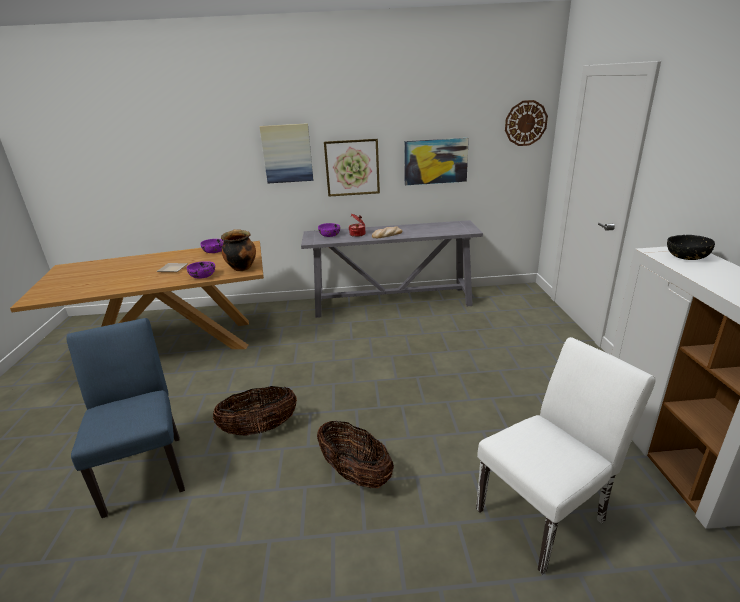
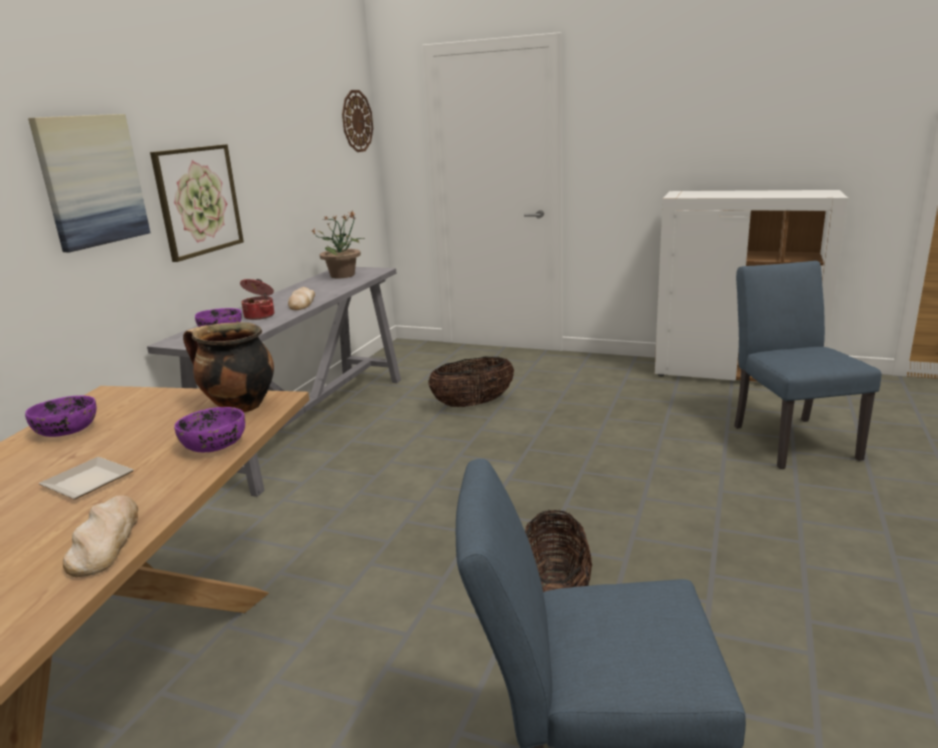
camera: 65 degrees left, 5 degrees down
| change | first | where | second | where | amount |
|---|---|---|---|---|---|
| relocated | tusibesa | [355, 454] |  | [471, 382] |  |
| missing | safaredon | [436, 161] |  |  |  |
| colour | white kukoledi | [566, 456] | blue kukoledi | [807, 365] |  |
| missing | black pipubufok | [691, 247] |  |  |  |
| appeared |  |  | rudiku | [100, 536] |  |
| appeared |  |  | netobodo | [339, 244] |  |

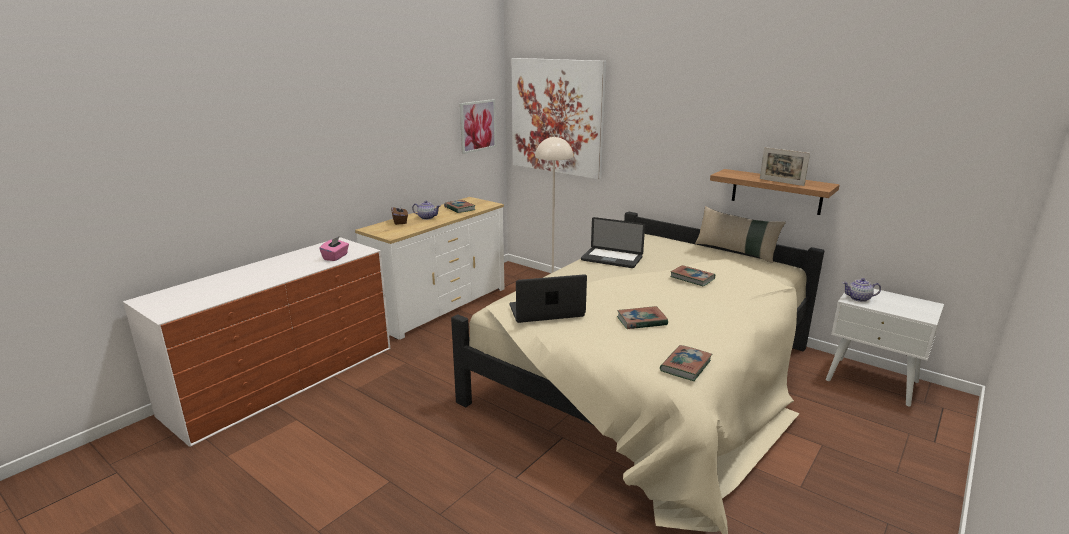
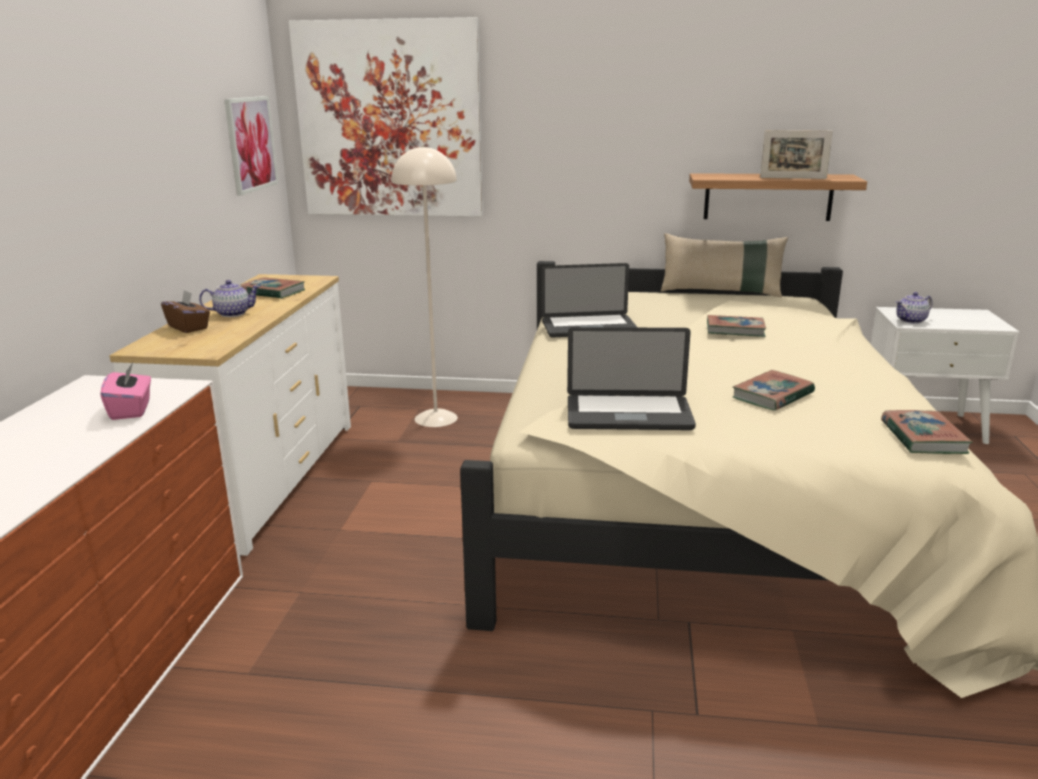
camera: 30 degrees left, 0 degrees up
| change | first | where | second | where | amount |
|---|---|---|---|---|---|
| spun | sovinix | [548, 298] |  | [631, 378] | 135 degrees counterclockwise |

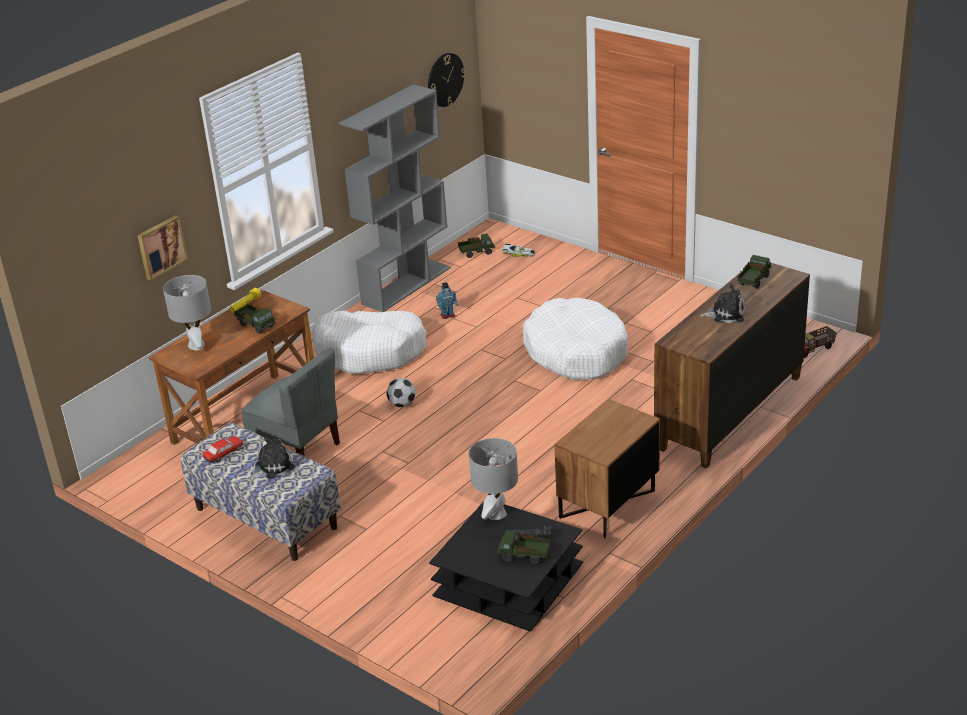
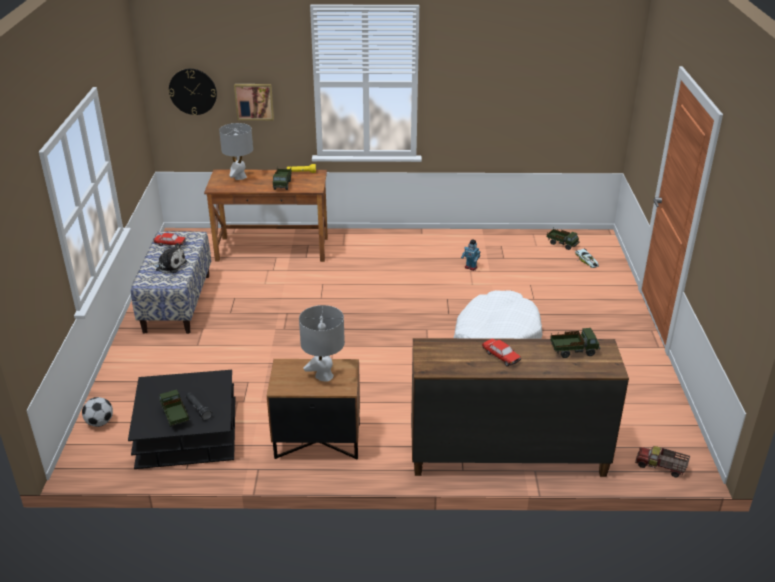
camera: 50 degrees right, 0 degrees up
| change | first | where | second | where | amount |
|---|---|---|---|---|---|
| missing | grey kukoledi | [290, 402] |  |  |  |
| missing | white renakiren | [369, 342] |  |  |  |
| missing | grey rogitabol | [395, 198] |  |  |  |
| relocated | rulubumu | [401, 392] |  | [97, 412] |  |
| relocated | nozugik | [446, 80] |  | [193, 92] |  |
| relocated | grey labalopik | [493, 479] |  | [322, 343] |  |
| exchanged | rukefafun | [722, 304] | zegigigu | [501, 353] |  |

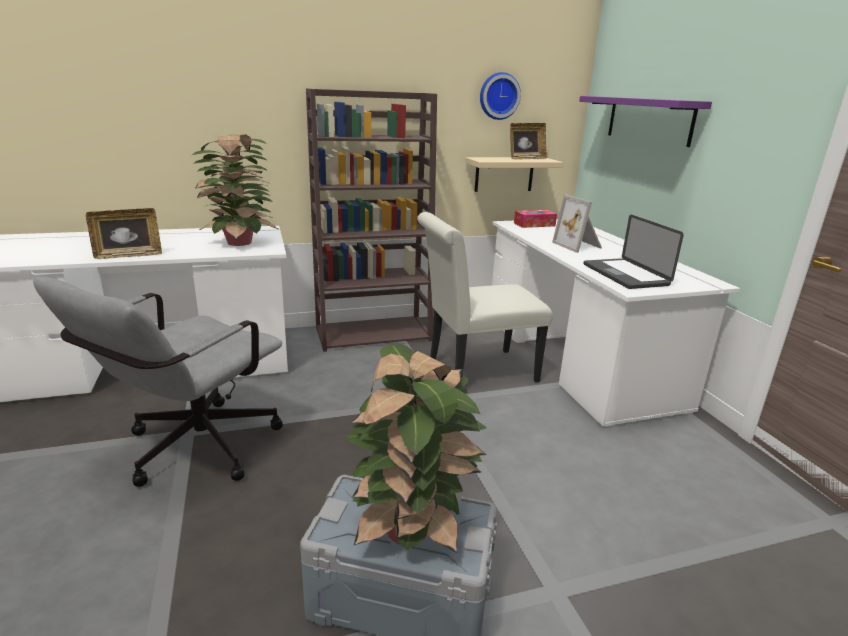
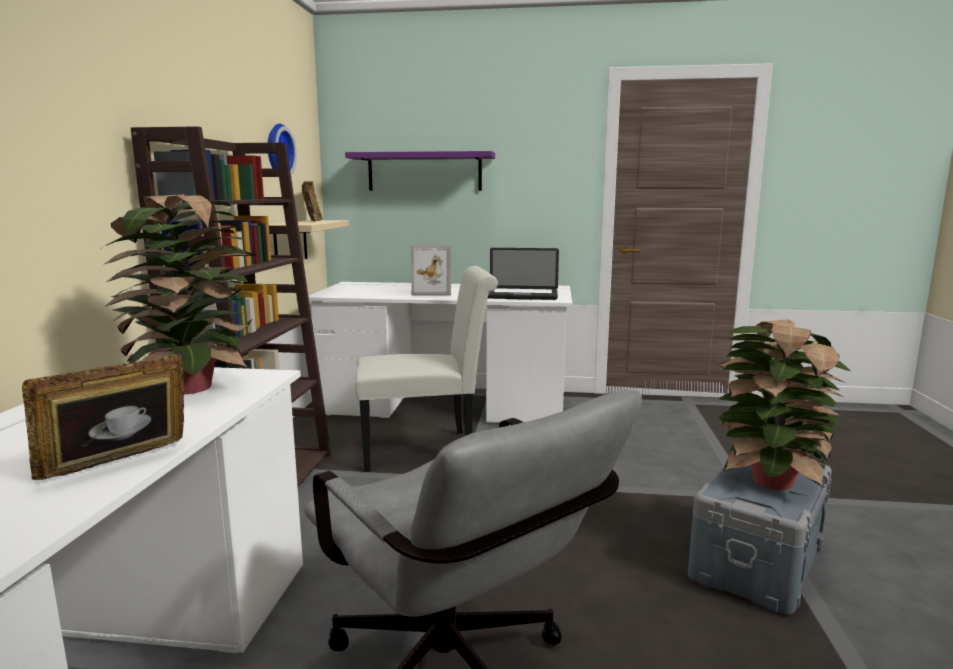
camera: 65 degrees left, 10 degrees down
| change | first | where | second | where | amount |
|---|---|---|---|---|---|
| spun | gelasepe | [124, 233] |  | [103, 417] | 135 degrees counterclockwise |
| spun | white kukoledi | [485, 297] |  | [426, 369] | 105 degrees counterclockwise |
| missing | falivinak | [535, 219] |  |  |  |

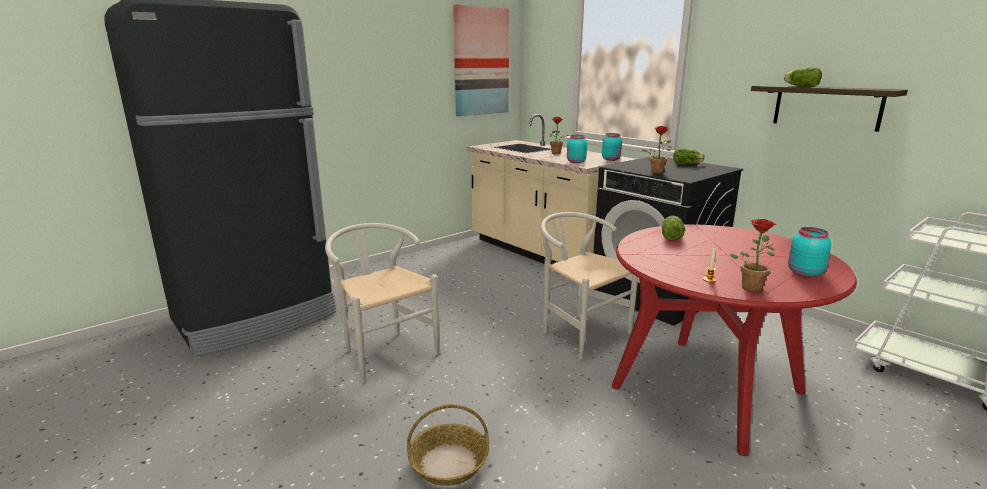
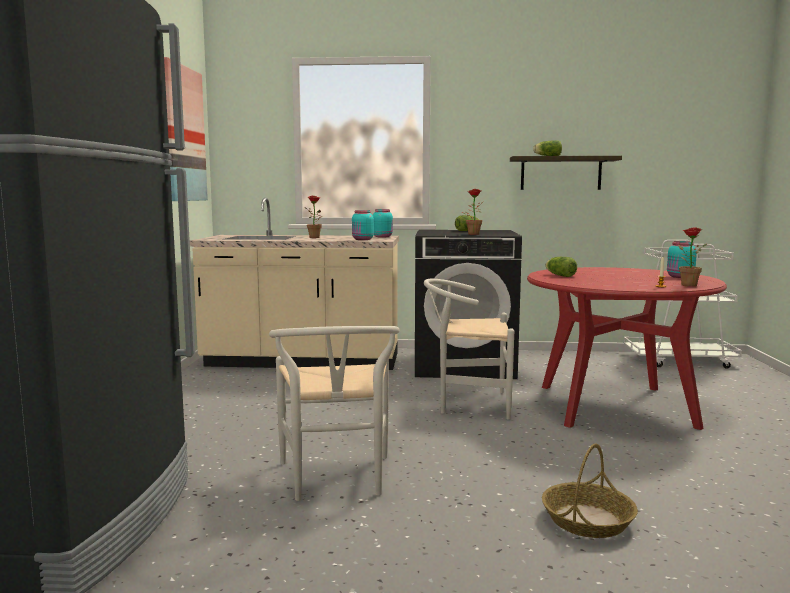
camera: 45 degrees left, 10 degrees down
| change | first | where | second | where | amount |
|---|---|---|---|---|---|
| spun | white kukoledi | [382, 303] |  | [334, 413] | 105 degrees counterclockwise |

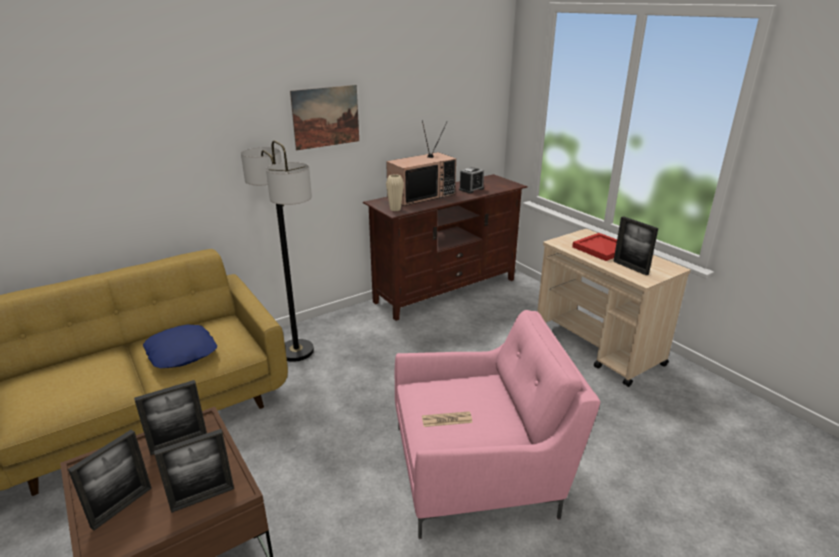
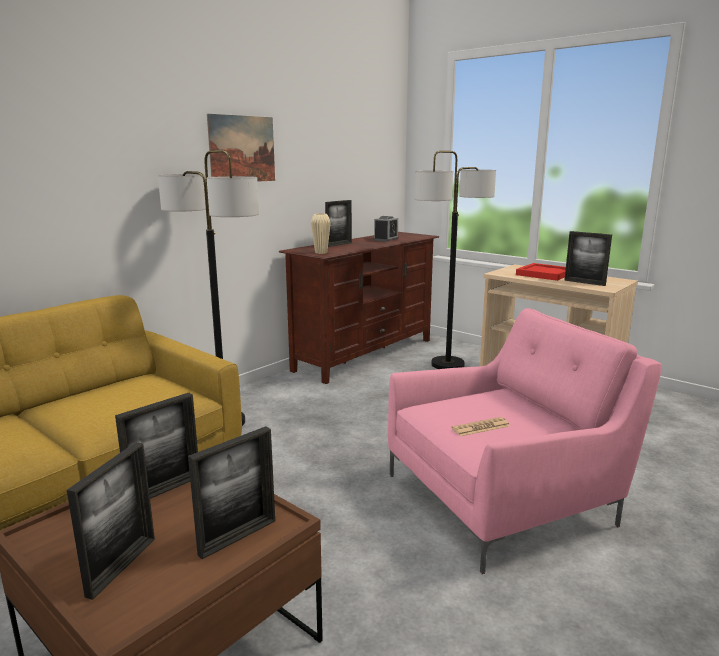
camera: 15 degrees left, 10 degrees down
| change | first | where | second | where | amount |
|---|---|---|---|---|---|
| missing | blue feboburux | [180, 346] |  |  |  |
| exchanged | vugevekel | [421, 163] | gelasepe | [338, 223] |  |
| appeared |  |  | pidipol | [455, 260] |  |

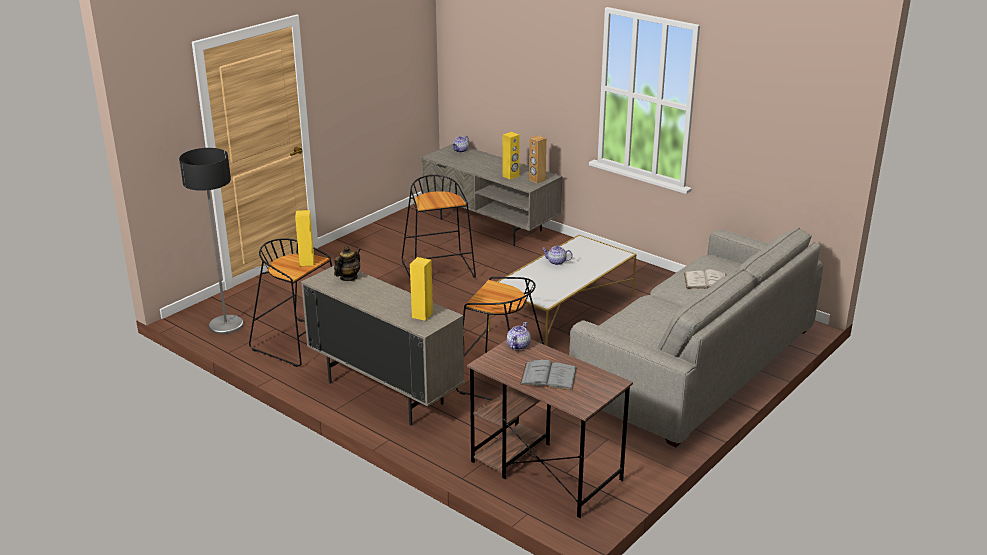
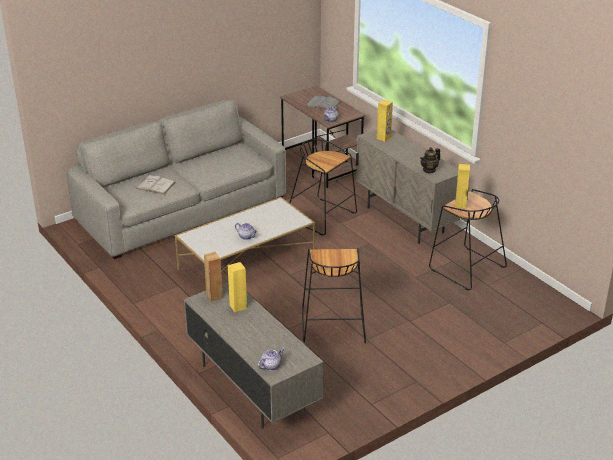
camera: 165 degrees left, 5 degrees up
| change | first | where | second | where | amount |
|---|---|---|---|---|---|
| missing | pidipol | [211, 241] |  |  |  |

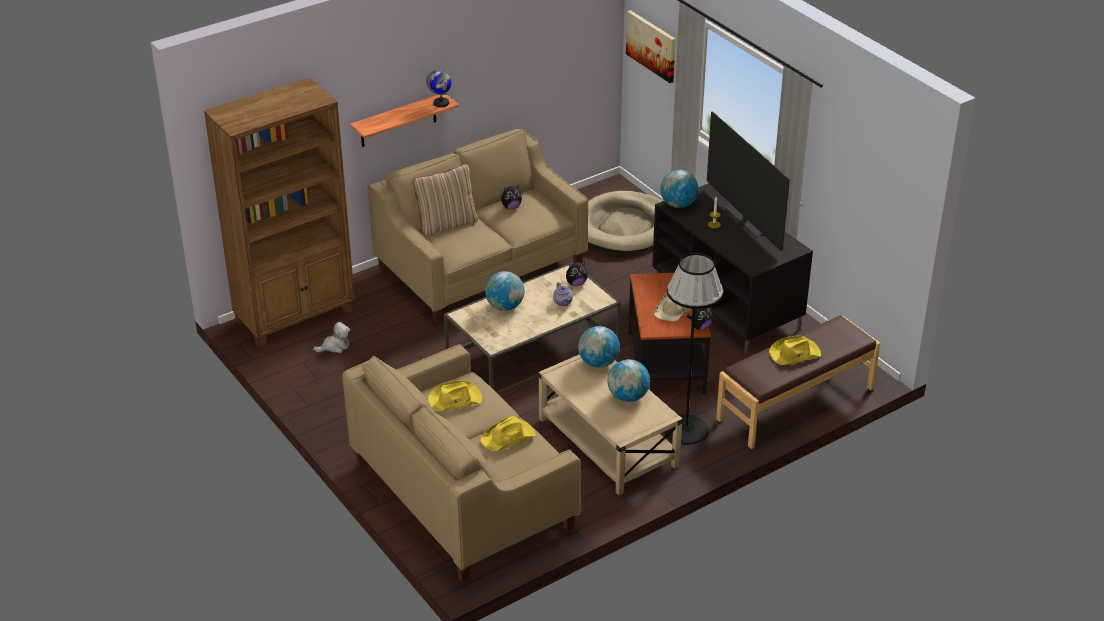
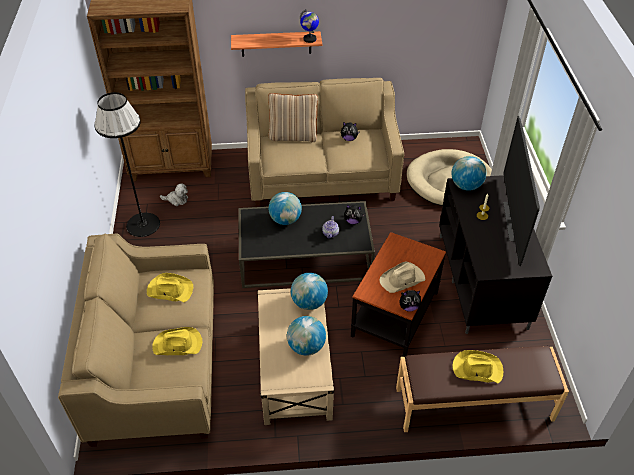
camera: 30 degrees right, 10 degrees up
| change | first | where | second | where | amount |
|---|---|---|---|---|---|
| colour | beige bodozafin | [532, 328] | black bodozafin | [306, 244] |  |
| missing | safaredon | [651, 46] |  |  |  |
| relocated | black pidipol | [693, 349] |  | [127, 164] |  |

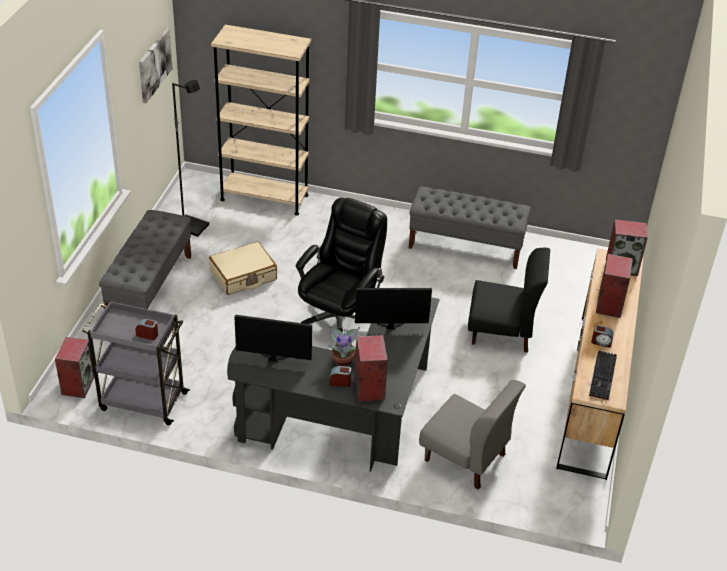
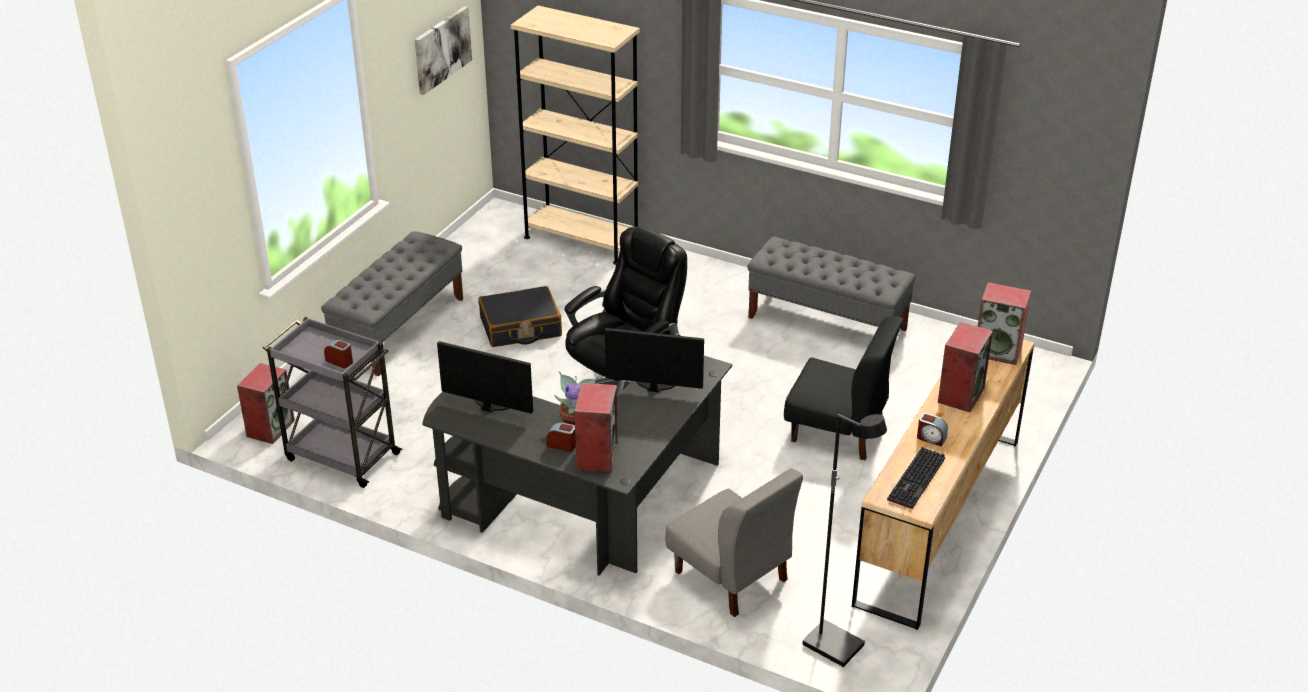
camera: 15 degrees right, 5 degrees down
| change | first | where | second | where | amount |
|---|---|---|---|---|---|
| relocated | black pidipol | [190, 158] |  | [845, 540] |  |
| colour | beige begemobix | [243, 268] | black begemobix | [520, 316] |  |

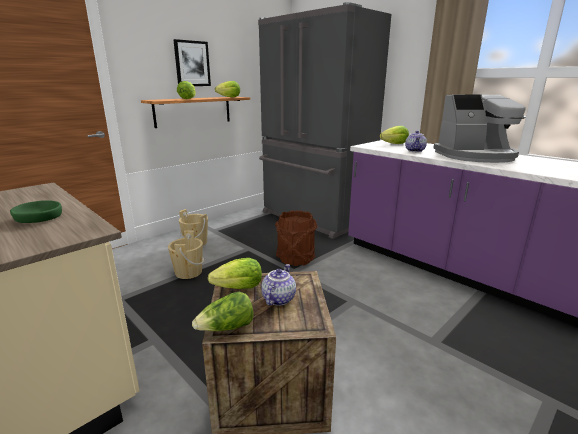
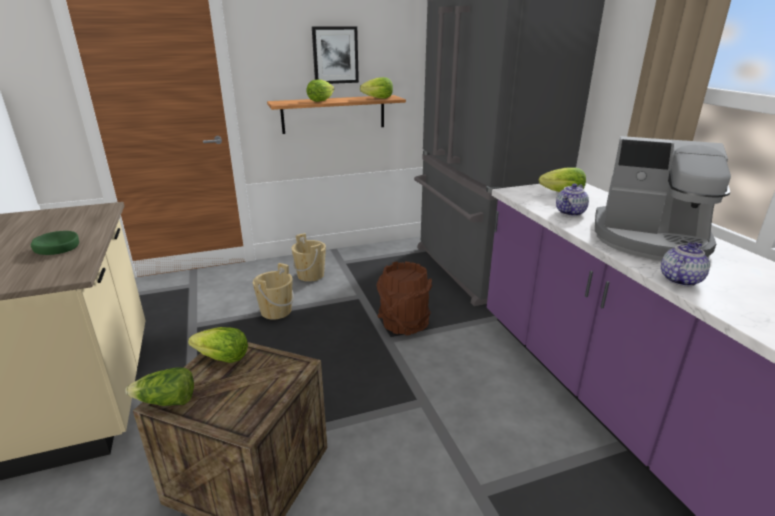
camera: 25 degrees right, 5 degrees up
| change | first | where | second | where | amount |
|---|---|---|---|---|---|
| relocated | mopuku | [278, 285] |  | [685, 264] |  |

